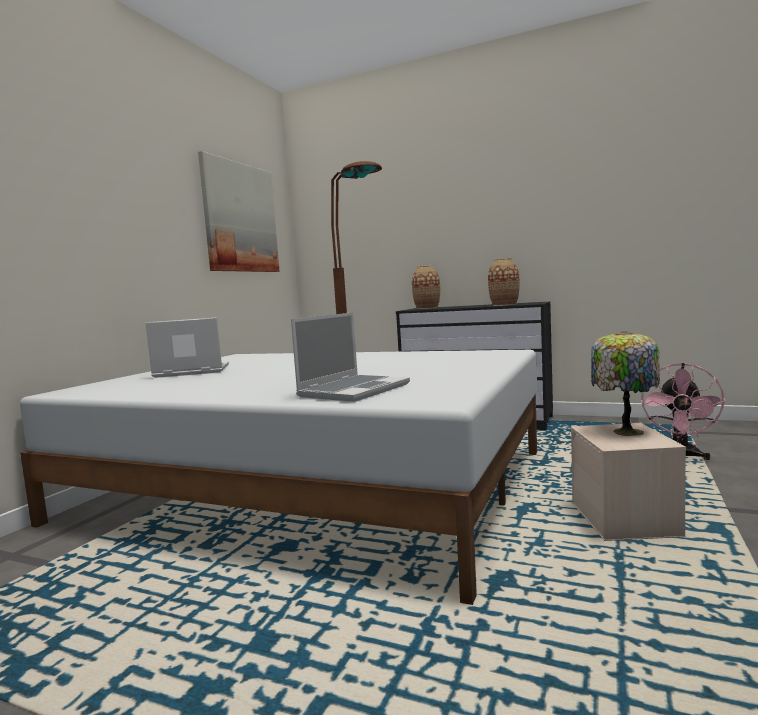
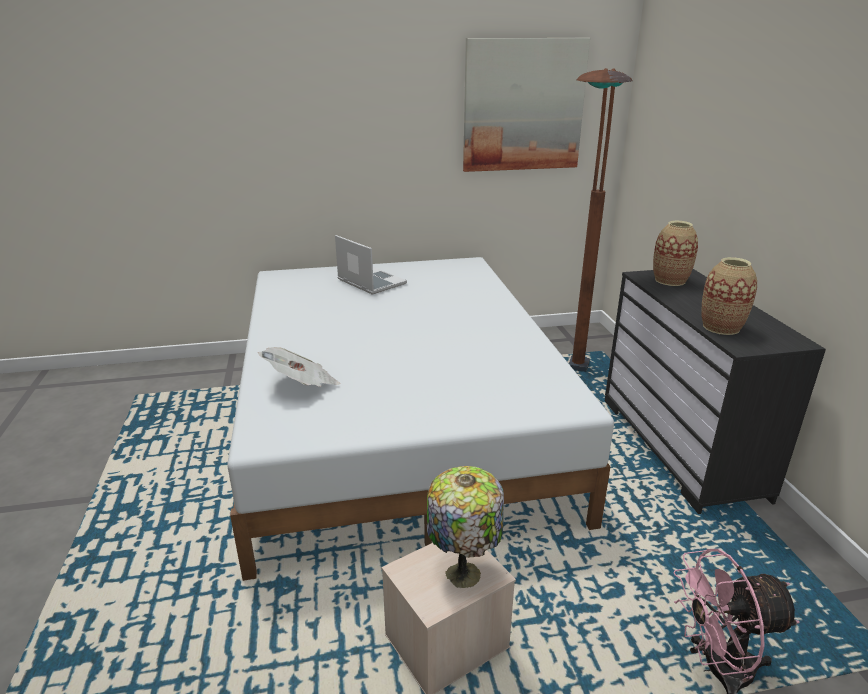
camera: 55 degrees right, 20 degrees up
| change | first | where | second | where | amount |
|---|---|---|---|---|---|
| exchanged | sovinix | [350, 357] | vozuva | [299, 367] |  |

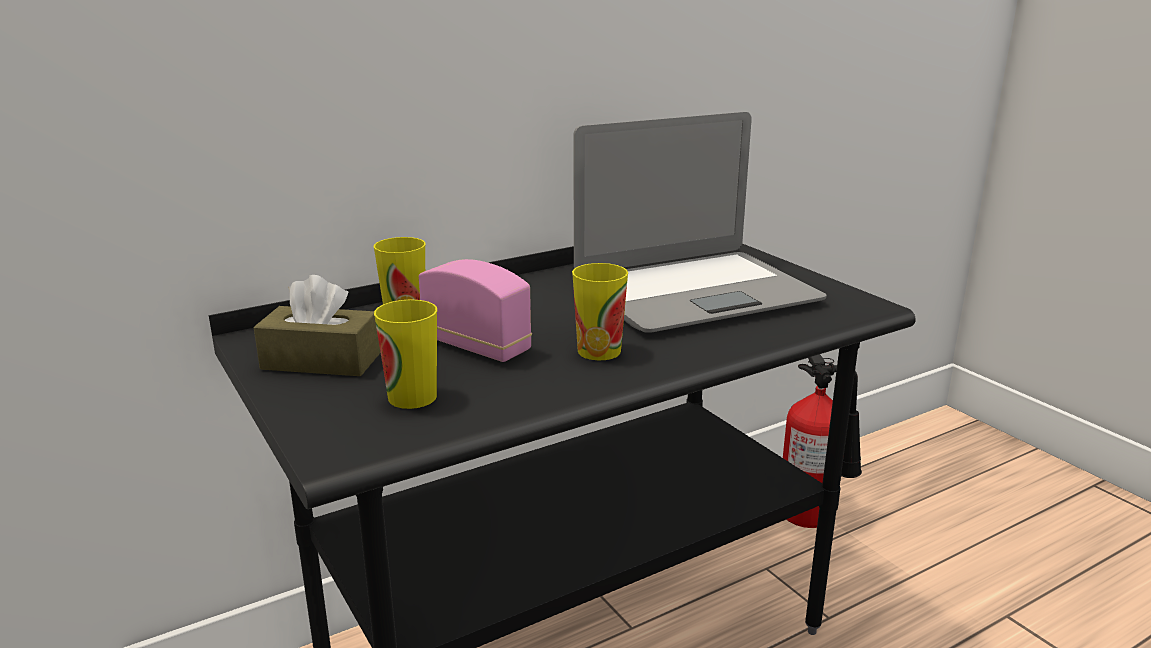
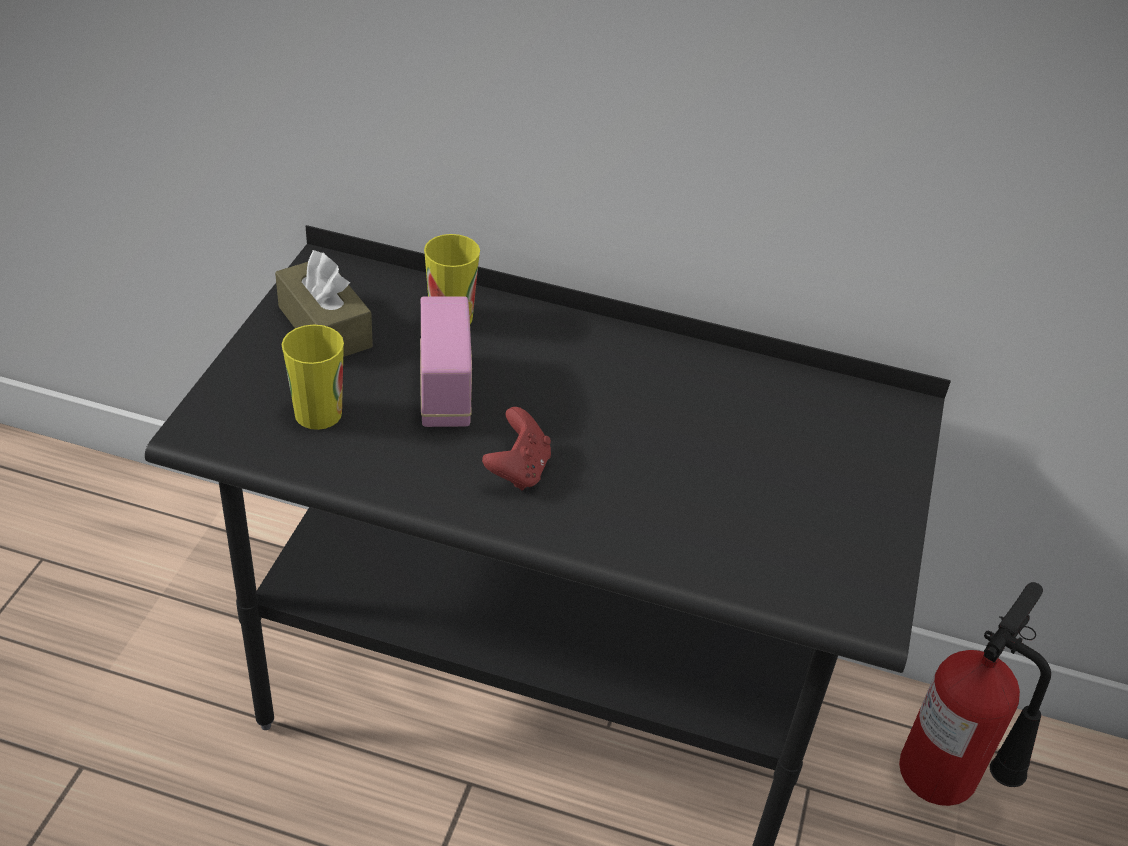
camera: 45 degrees right, 20 degrees up
| change | first | where | second | where | amount |
|---|---|---|---|---|---|
| exchanged | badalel | [600, 311] | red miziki | [516, 448] |  |
| missing | sovinix | [700, 222] |  |  |  |

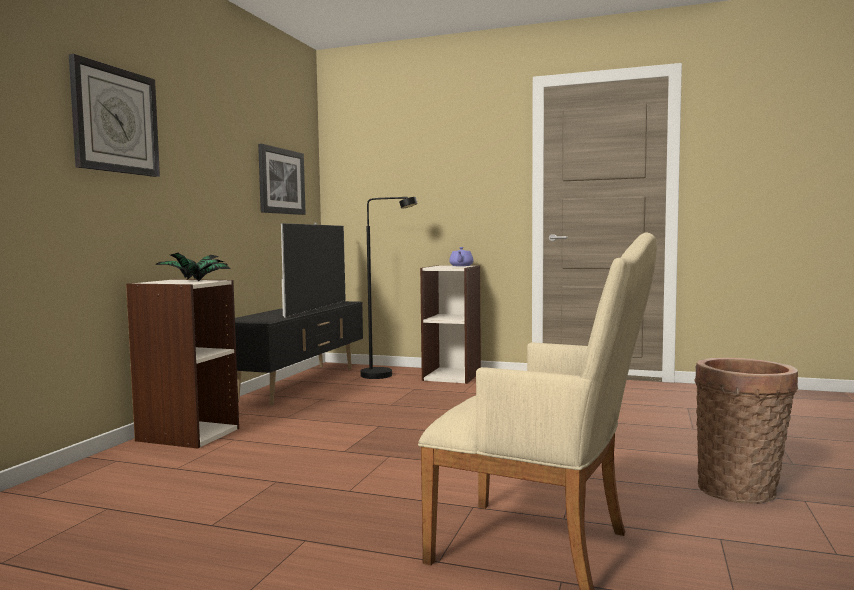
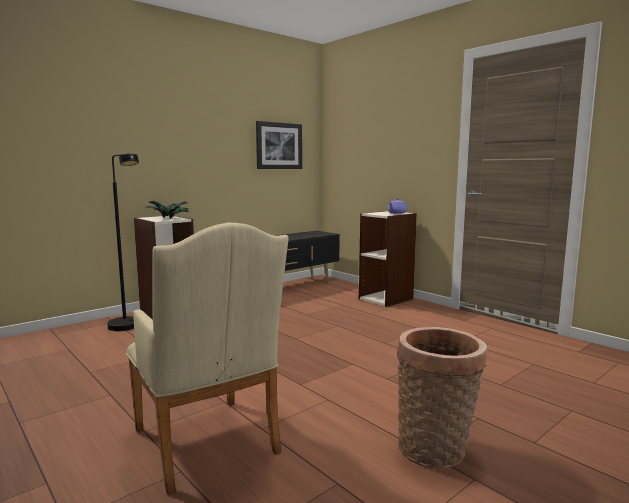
camera: 30 degrees right, 5 degrees up
| change | first | where | second | where | amount |
|---|---|---|---|---|---|
| missing | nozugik | [114, 115] |  |  |  |
| missing | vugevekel | [313, 270] |  |  |  |
| relocated | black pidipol | [389, 288] |  | [123, 242] |  |

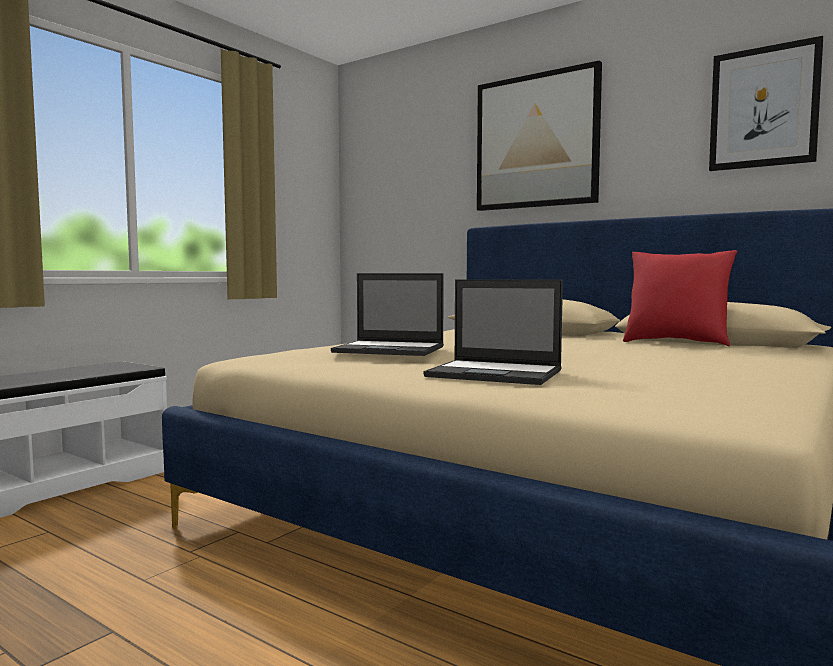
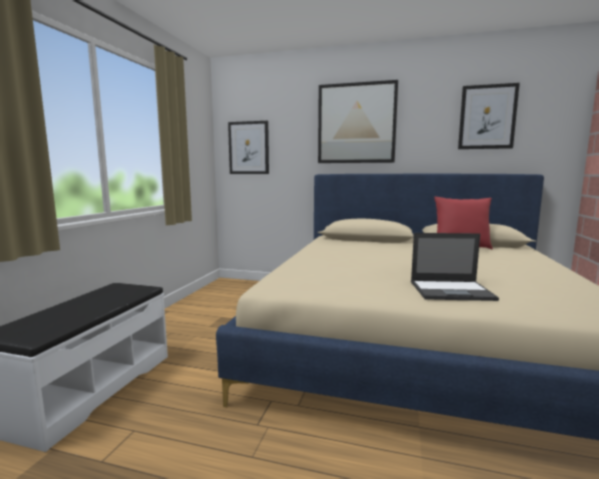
camera: 20 degrees left, 5 degrees up
| change | first | where | second | where | amount |
|---|---|---|---|---|---|
| missing | sovinix | [387, 314] |  |  |  |
| appeared |  |  | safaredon | [248, 147] |  |

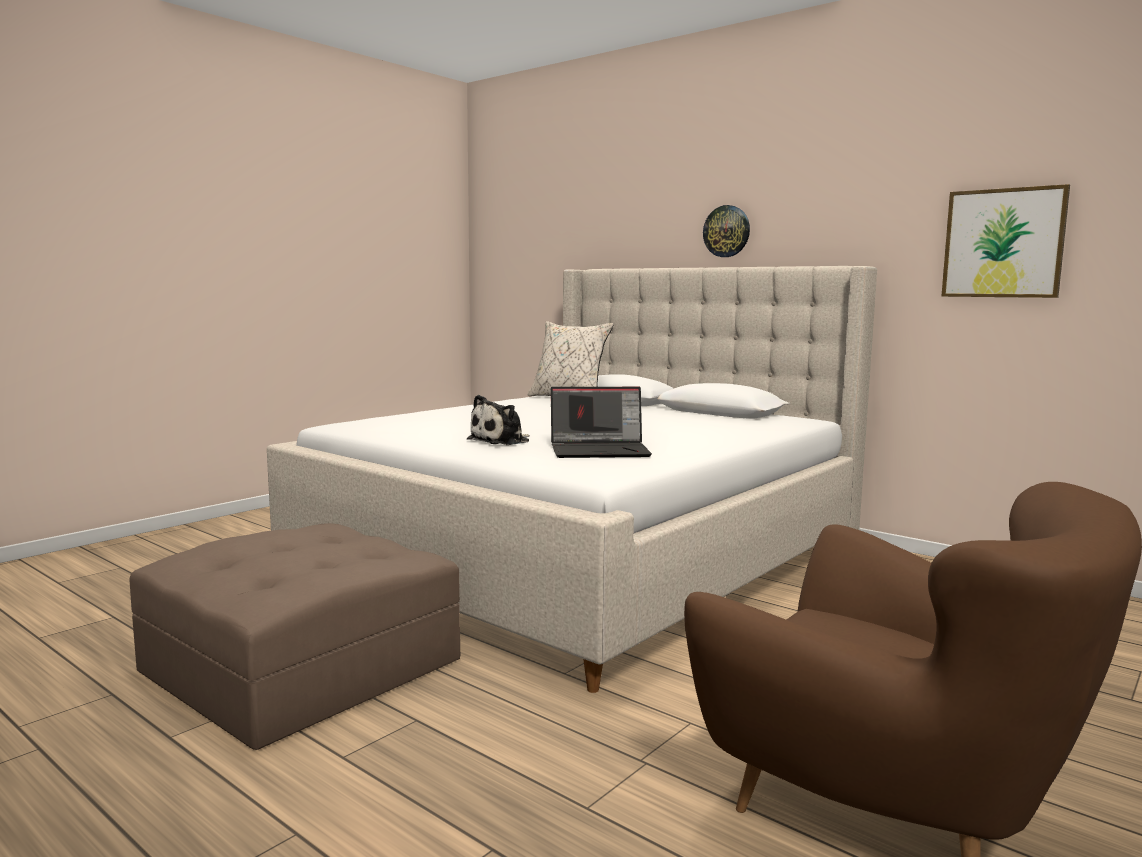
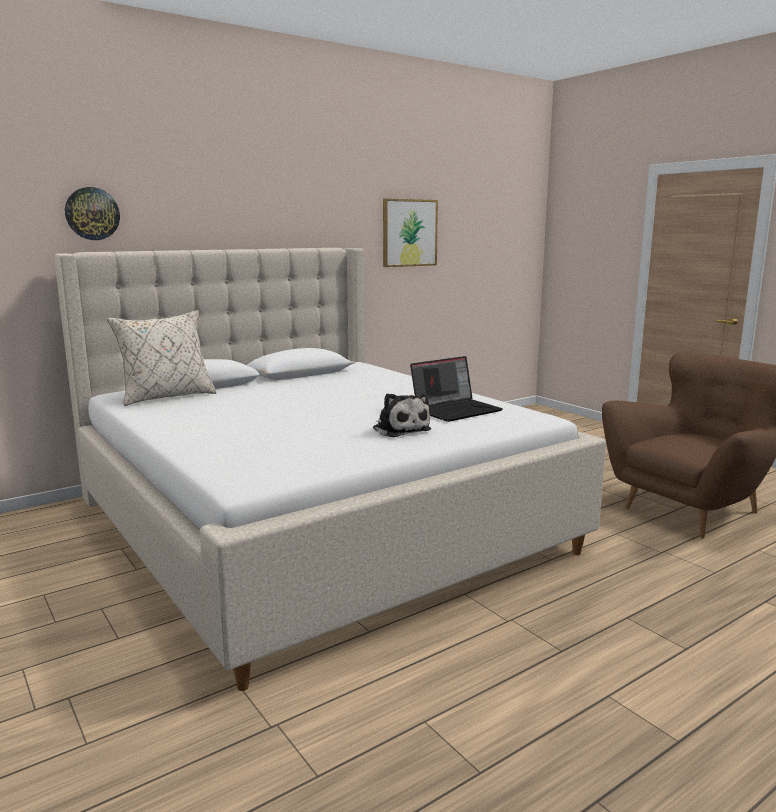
camera: 75 degrees left, 5 degrees up
| change | first | where | second | where | amount |
|---|---|---|---|---|---|
| missing | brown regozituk | [295, 636] |  |  |  |
| spun | sovinix | [601, 422] |  | [456, 389] | 45 degrees clockwise |
| relocated | nozugik | [726, 231] |  | [92, 213] |  |

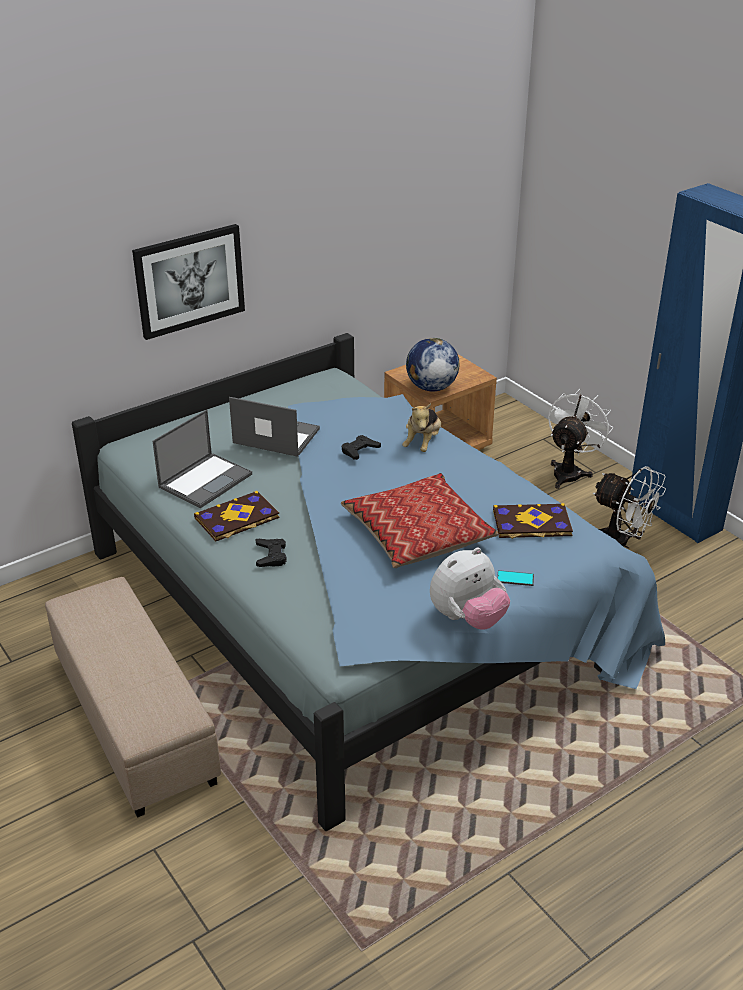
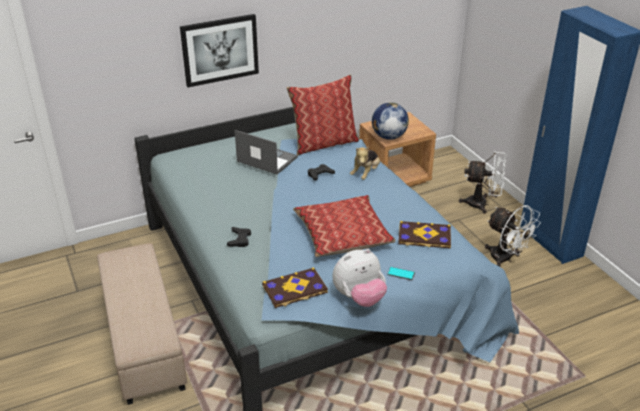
camera: 10 degrees right, 0 degrees up
| change | first | where | second | where | amount |
|---|---|---|---|---|---|
| missing | sovinix | [202, 459] |  |  |  |
| relocated | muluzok | [236, 516] |  | [295, 287] |  |
| spun | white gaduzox | [580, 439] |  | [482, 182] | 60 degrees clockwise |
| appeared |  |  | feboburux | [322, 114] |  |

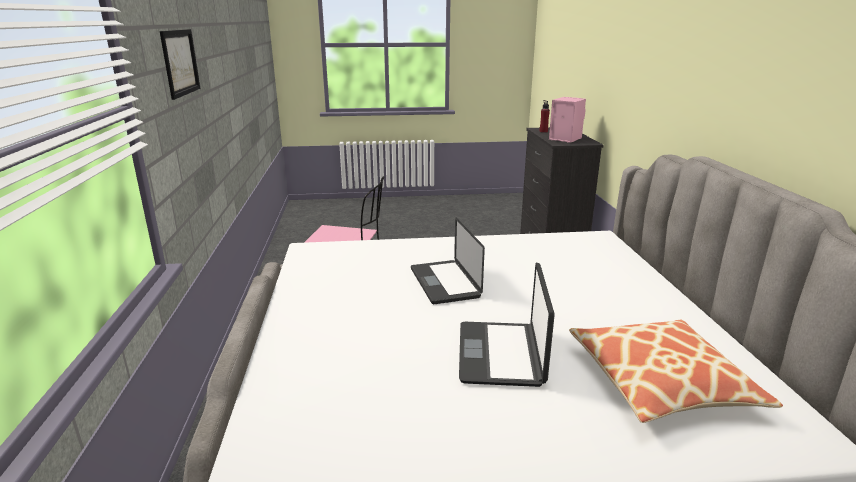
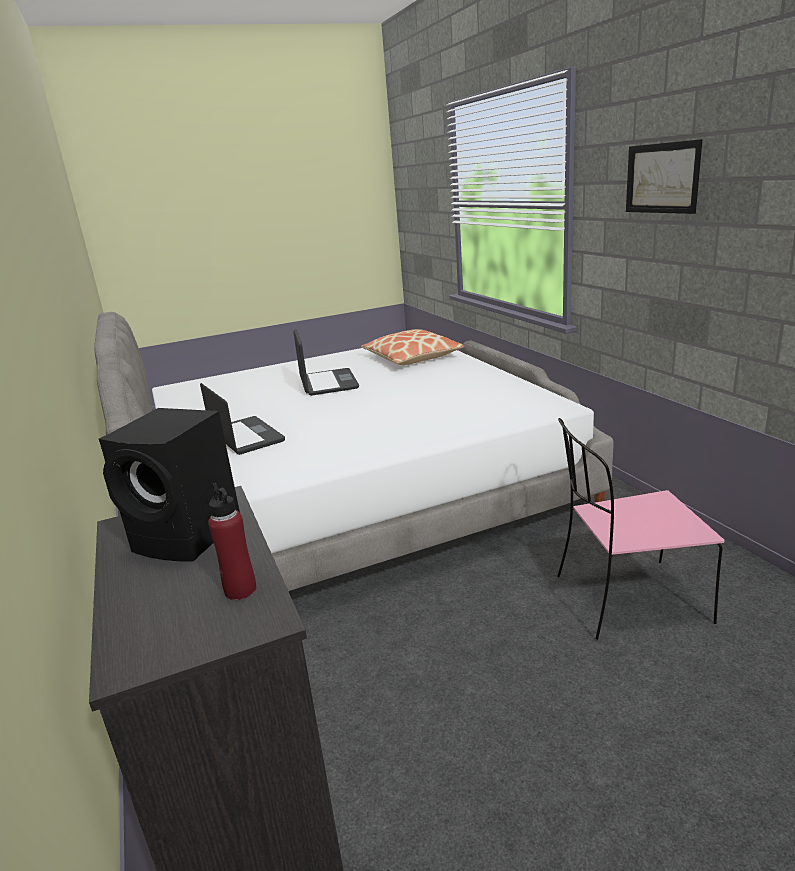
camera: 165 degrees right, 0 degrees up
| change | first | where | second | where | amount |
|---|---|---|---|---|---|
| relocated | sovinix | [448, 261] |  | [242, 419] |  |
| colour | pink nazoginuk | [567, 120] | black nazoginuk | [169, 484] |  |
| relocated | feboburux | [676, 371] |  | [412, 347] |  |

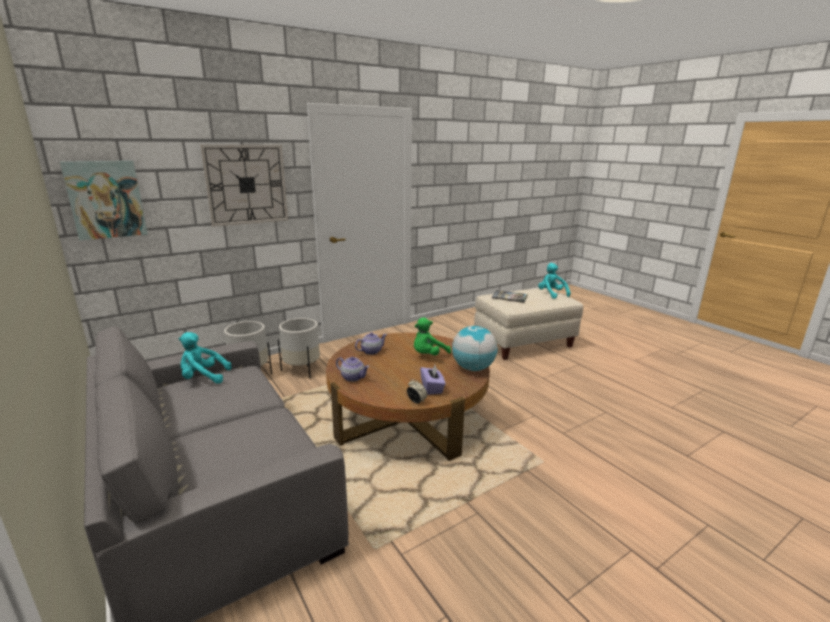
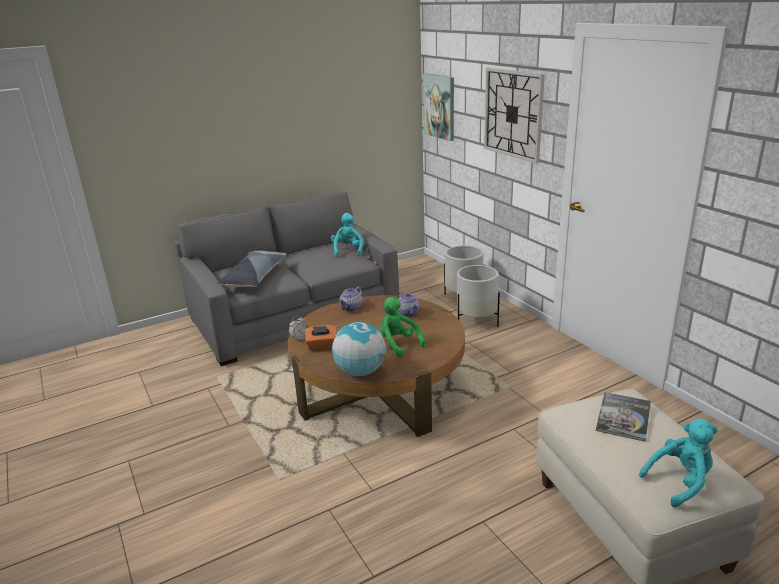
camera: 95 degrees right, 5 degrees up
| change | first | where | second | where | amount |
|---|---|---|---|---|---|
| colour | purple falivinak | [433, 380] | orange falivinak | [320, 337] |  |
| appeared |  |  | feboburux | [252, 269] |  |

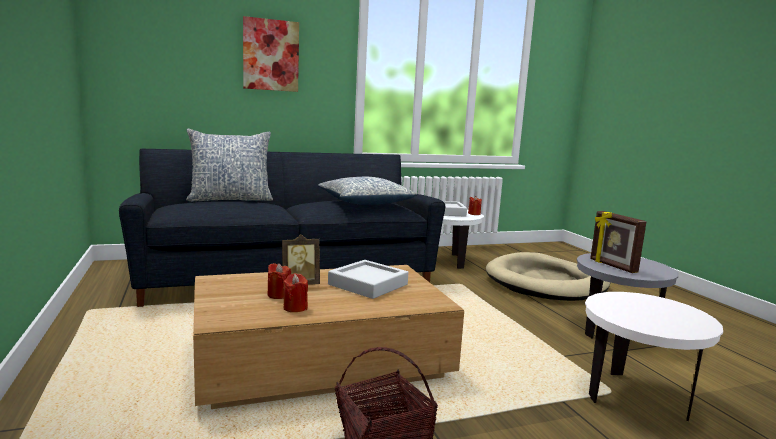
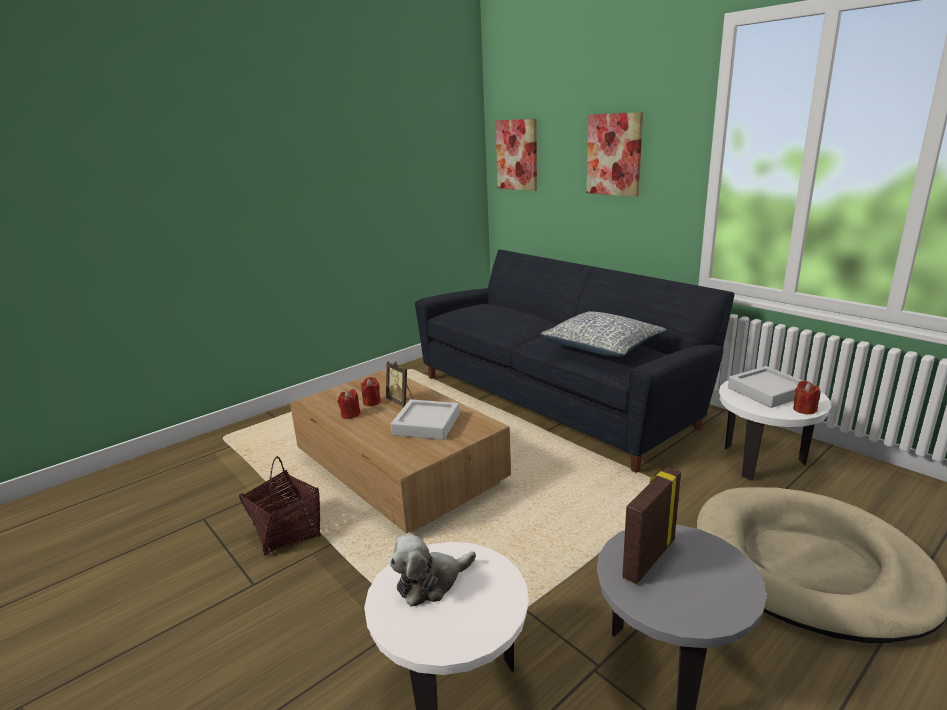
camera: 70 degrees right, 10 degrees up
| change | first | where | second | where | amount |
|---|---|---|---|---|---|
| missing | feboburux | [229, 165] |  |  |  |
| appeared |  |  | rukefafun | [433, 570] |  |
| appeared |  |  | safaredon | [516, 155] |  |

